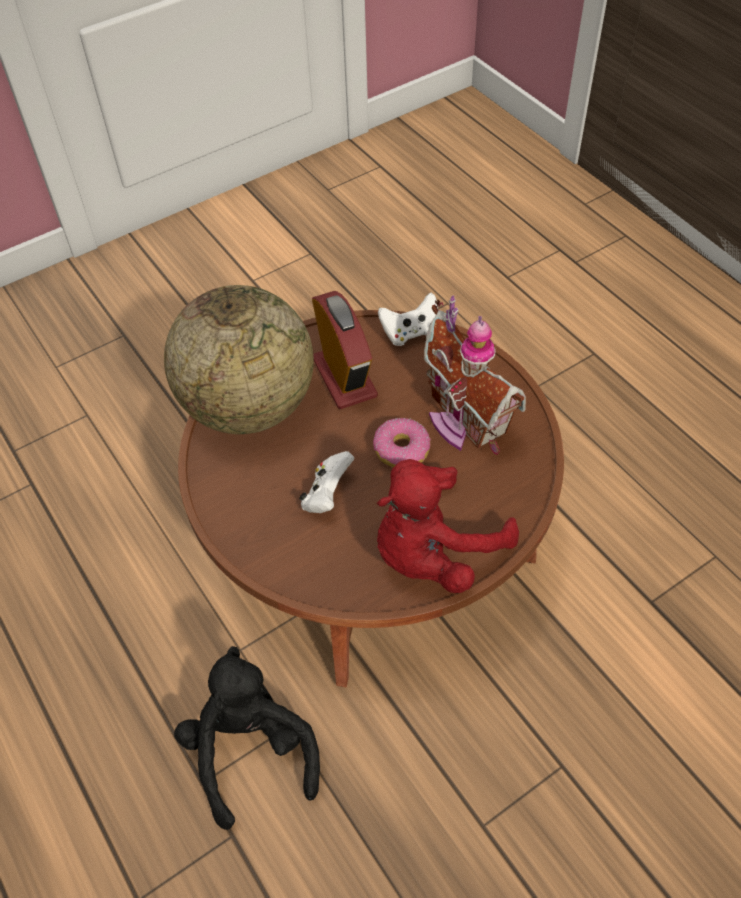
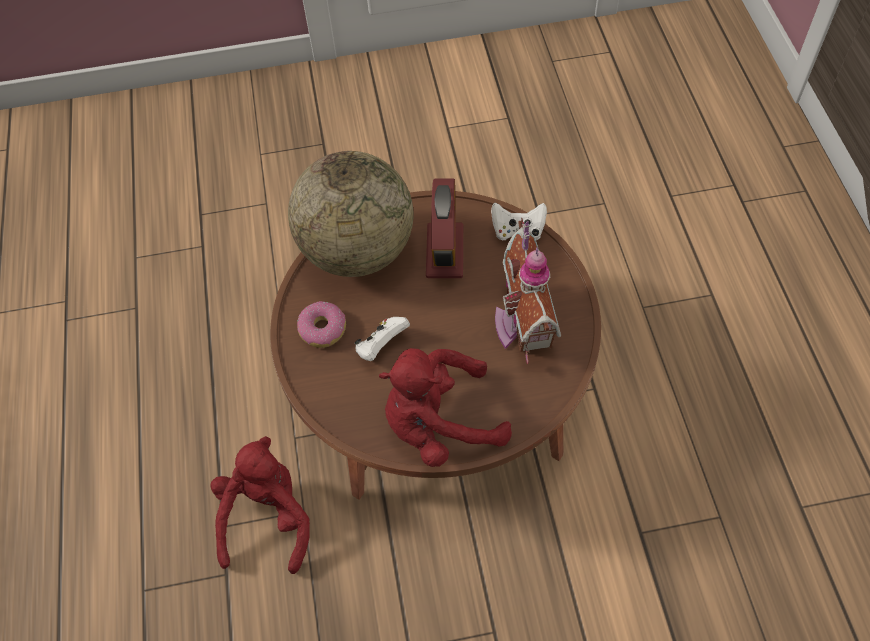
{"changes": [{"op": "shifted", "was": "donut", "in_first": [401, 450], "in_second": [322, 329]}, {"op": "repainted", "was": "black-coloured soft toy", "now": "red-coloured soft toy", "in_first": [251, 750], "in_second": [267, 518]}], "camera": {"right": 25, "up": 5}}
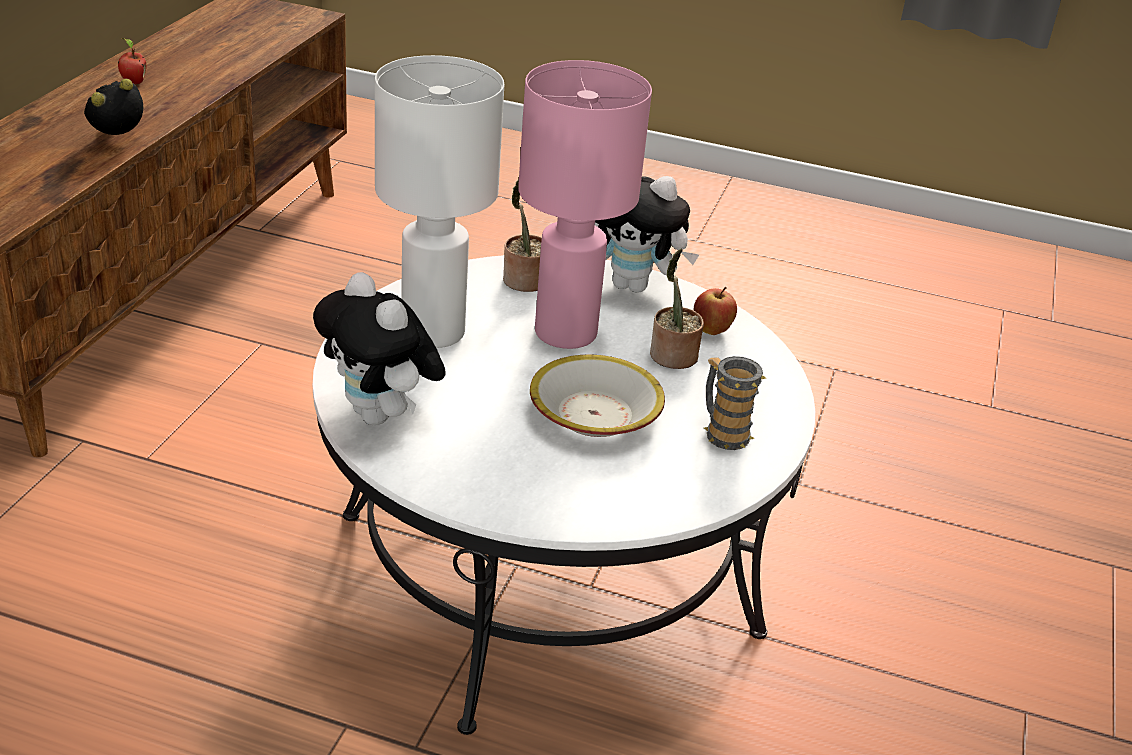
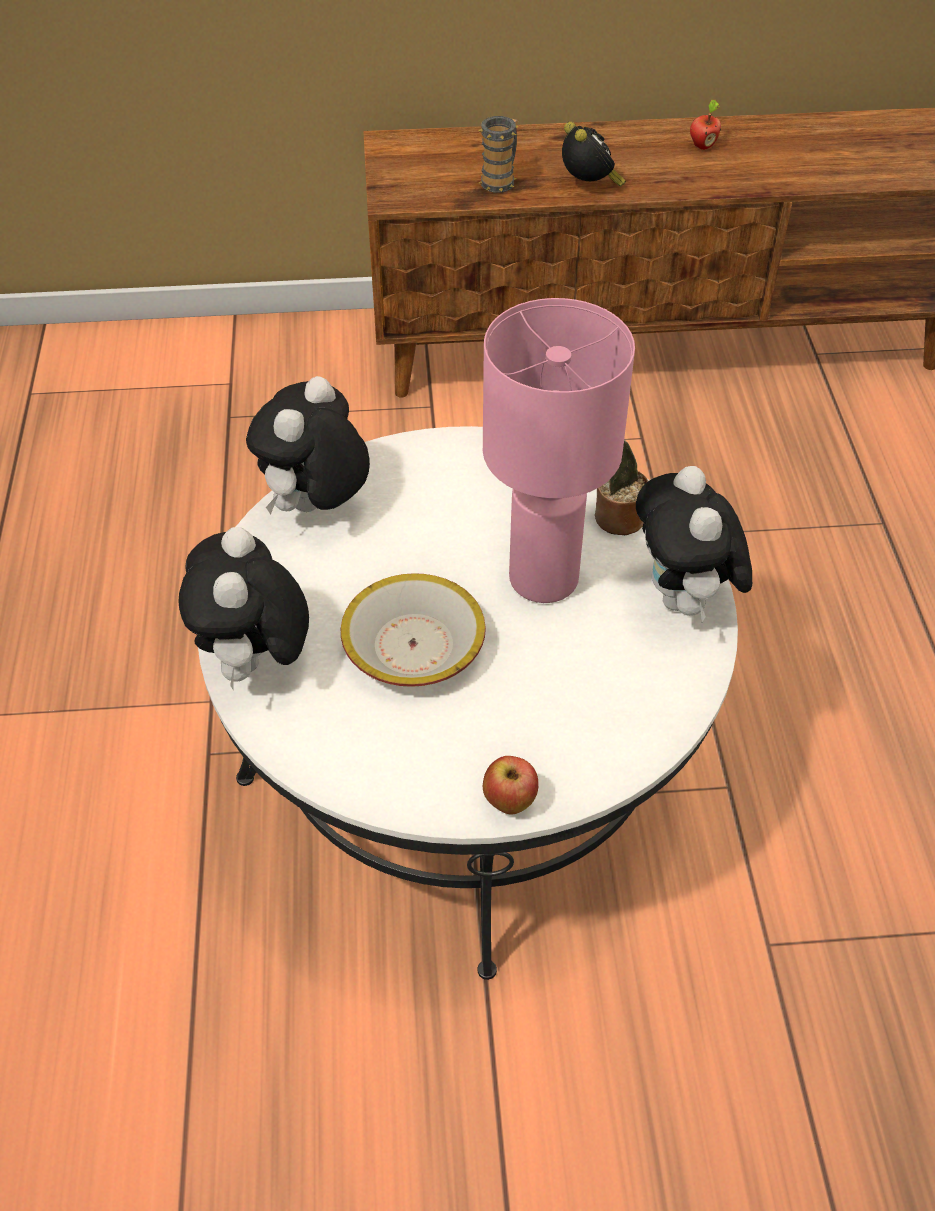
{"changes": [{"op": "gone", "was": "white table lamp", "in_first": [432, 333]}, {"op": "gone", "was": "plant in a pot", "in_first": [672, 357]}, {"op": "new", "now": "soft toy", "in_second": [255, 664]}, {"op": "shifted", "was": "apple", "in_first": [712, 331], "in_second": [510, 802]}, {"op": "shifted", "was": "tea mug", "in_first": [722, 432], "in_second": [501, 180]}, {"op": "rotated", "was": "bedside clock", "in_first": [119, 140], "in_second": [589, 186], "clockwise": 45}], "camera": {"right": 70, "up": 15}}
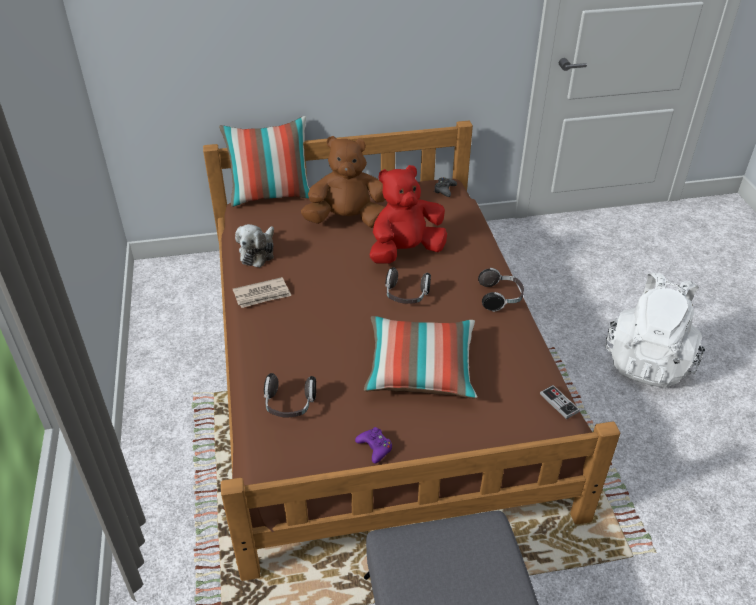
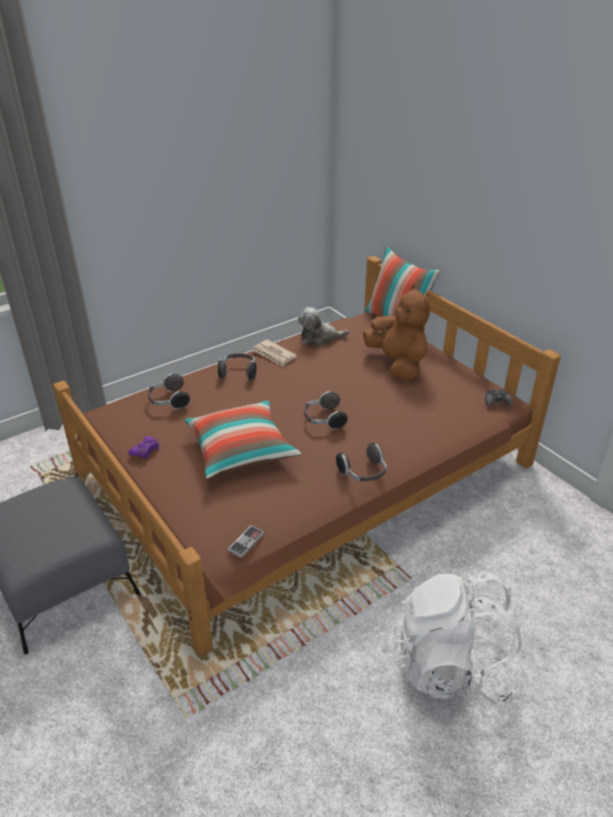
{"changes": [{"op": "gone", "was": "red-coloured soft toy", "in_first": [405, 251]}, {"op": "new", "now": "headphones", "in_second": [238, 372]}], "camera": {"right": 65, "up": -5}}
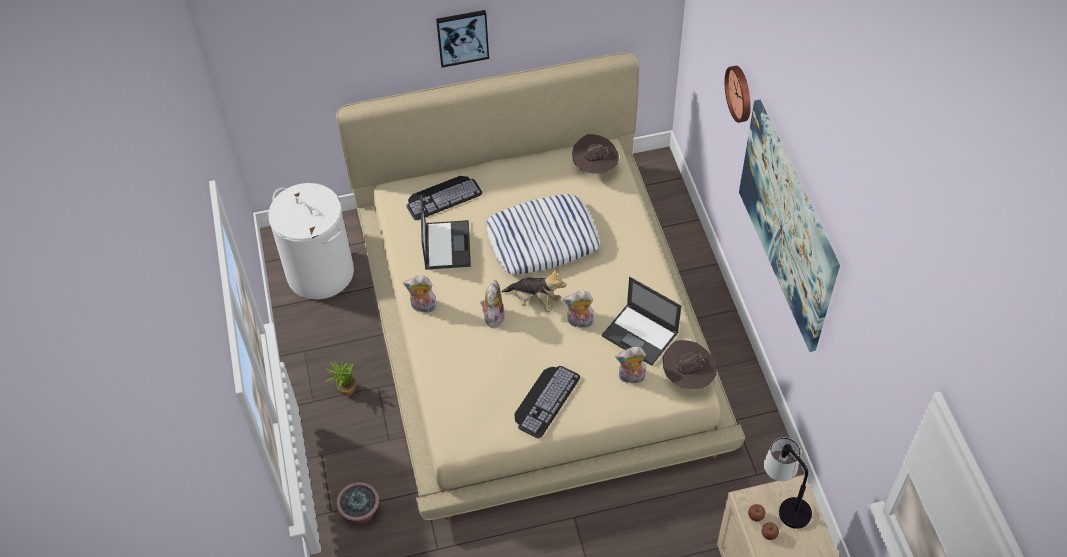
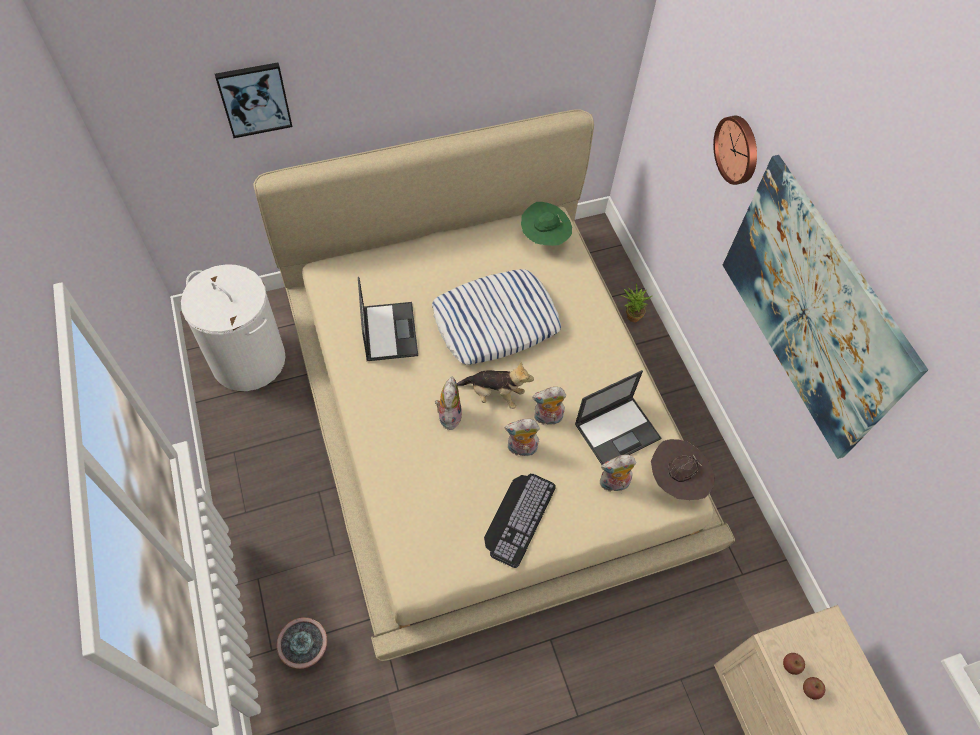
{"changes": [{"op": "gone", "was": "PC keyboard", "in_first": [443, 196]}, {"op": "gone", "was": "table lamp", "in_first": [783, 502]}, {"op": "shifted", "was": "plant in a pot", "in_first": [344, 389], "in_second": [630, 316]}, {"op": "shifted", "was": "soft toy", "in_first": [423, 307], "in_second": [521, 449]}, {"op": "shifted", "was": "picture", "in_first": [462, 37], "in_second": [254, 99]}, {"op": "repainted", "was": "brown hat", "now": "green hat", "in_first": [594, 168], "in_second": [544, 239]}, {"op": "rotated", "was": "portable computer", "in_first": [641, 334], "in_second": [618, 430], "clockwise": -60}], "camera": {"right": -10, "up": 5}}
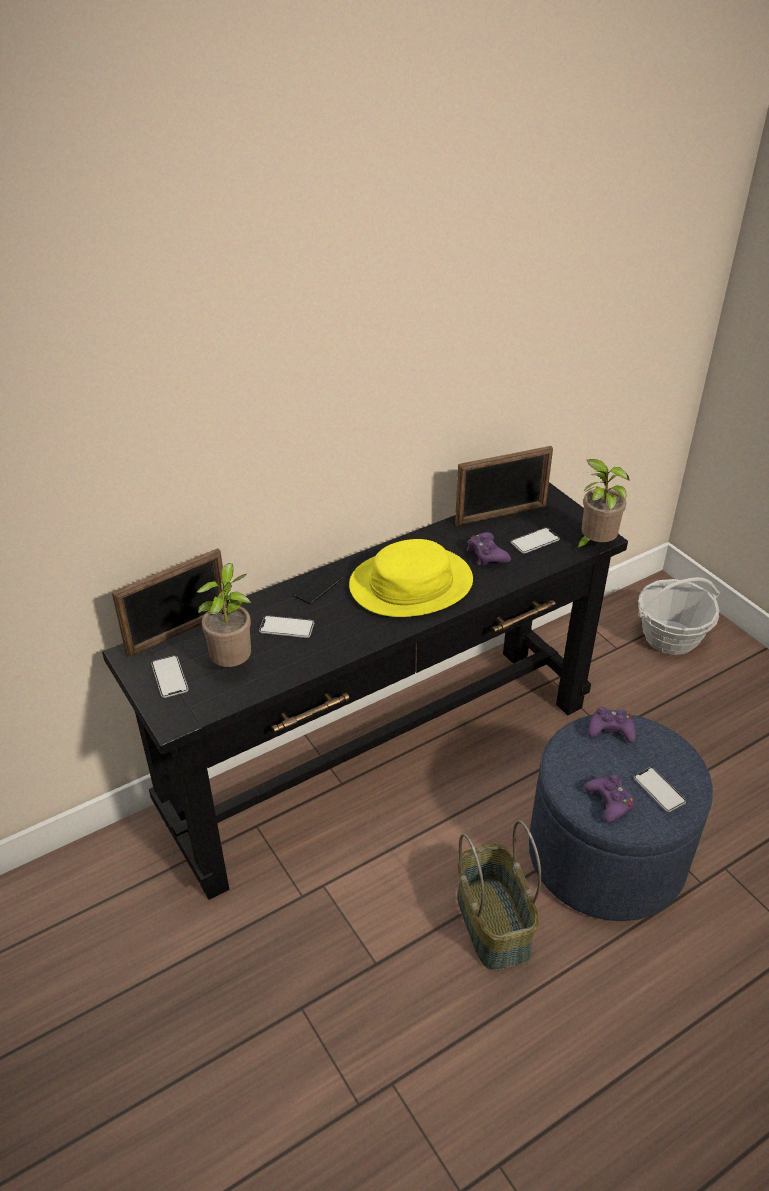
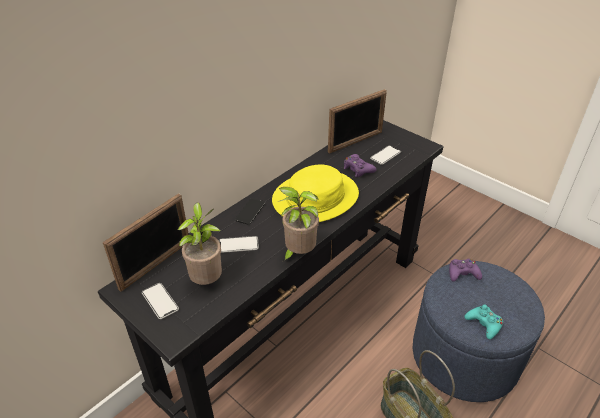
{"changes": [{"op": "gone", "was": "telephone", "in_first": [659, 790]}, {"op": "gone", "was": "household basket", "in_first": [670, 637]}, {"op": "shifted", "was": "plant in a pot", "in_first": [594, 544], "in_second": [298, 253]}, {"op": "repainted", "was": "purplish gamepad", "now": "blue-green gamepad", "in_first": [609, 802], "in_second": [484, 324]}], "camera": {"right": -15, "up": 0}}
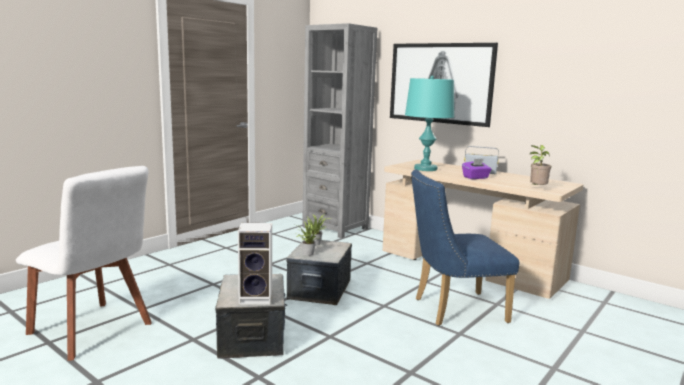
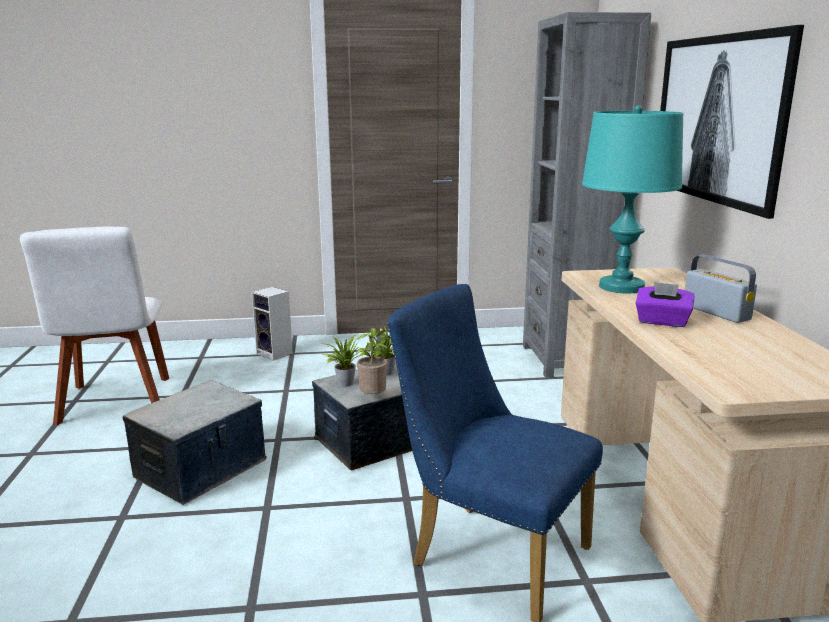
{"changes": [{"op": "shifted", "was": "audio speaker", "in_first": [257, 297], "in_second": [276, 354]}, {"op": "shifted", "was": "plant in a pot", "in_first": [536, 189], "in_second": [373, 398]}], "camera": {"right": 45, "up": 5}}
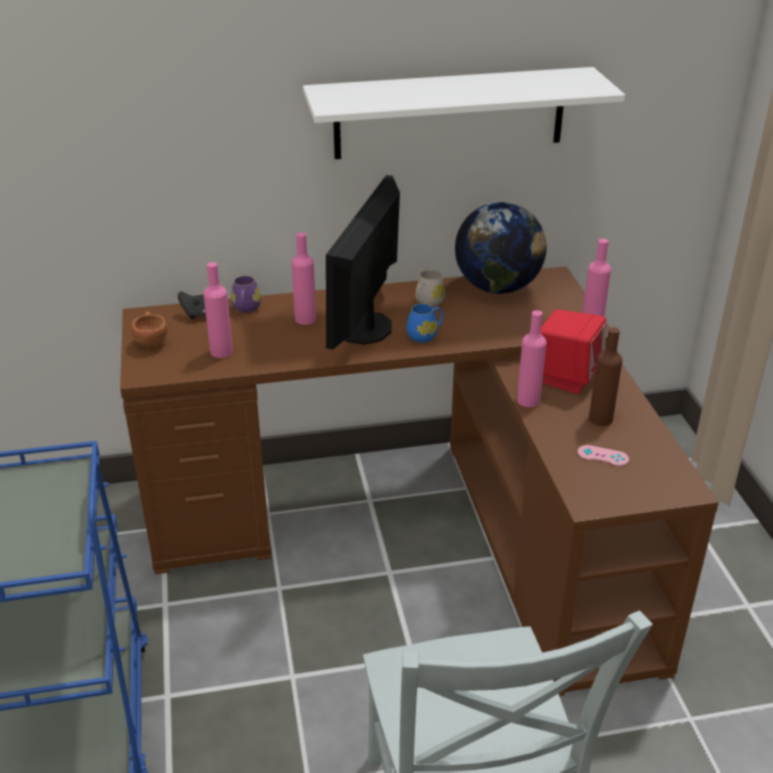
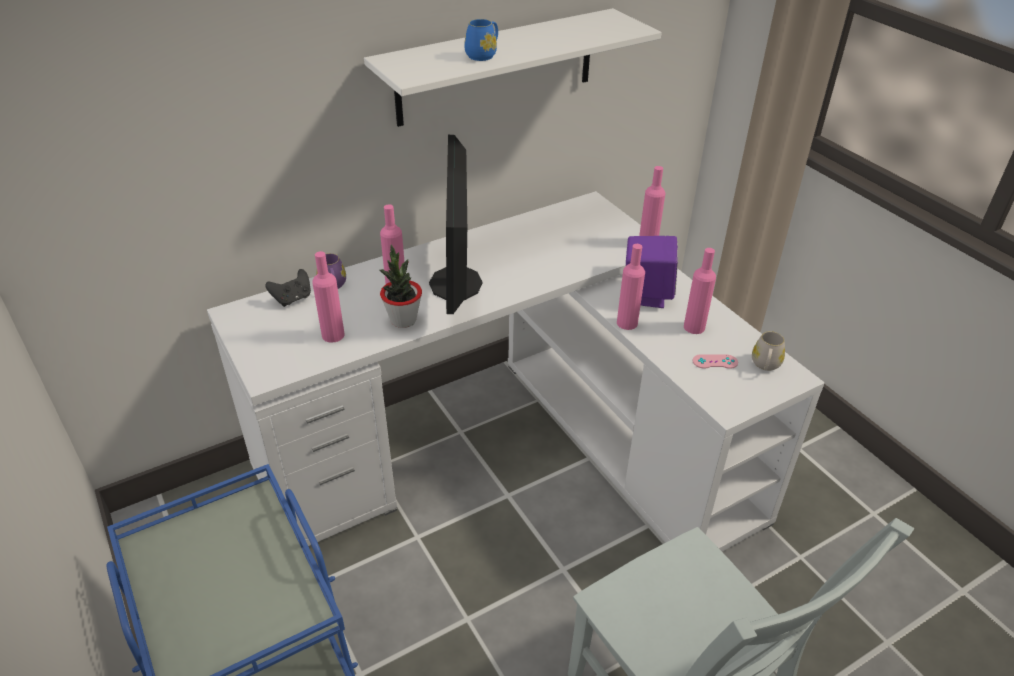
{"changes": [{"op": "gone", "was": "brown small cup", "in_first": [151, 341]}, {"op": "gone", "was": "desk globe", "in_first": [497, 287]}, {"op": "new", "now": "plant in a pot", "in_second": [403, 320]}, {"op": "shifted", "was": "bluish tea mug", "in_first": [425, 335], "in_second": [483, 55]}, {"op": "shifted", "was": "white tea mug", "in_first": [427, 302], "in_second": [765, 365]}, {"op": "repainted", "was": "brown desk table", "now": "white desk table", "in_first": [424, 526], "in_second": [518, 444]}, {"op": "repainted", "was": "red-coloured audio speaker", "now": "purplish audio speaker", "in_first": [567, 377], "in_second": [646, 294]}, {"op": "repainted", "was": "brown bottle", "now": "pinkish bottle", "in_first": [600, 418], "in_second": [694, 327]}], "camera": {"right": -20, "up": 5}}
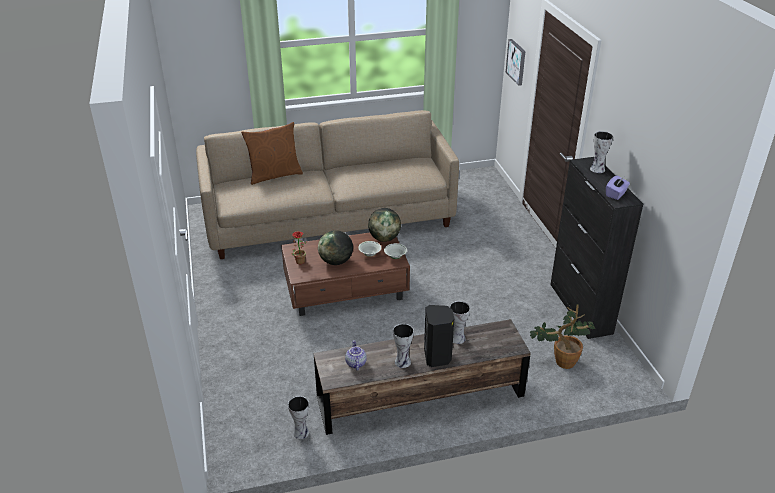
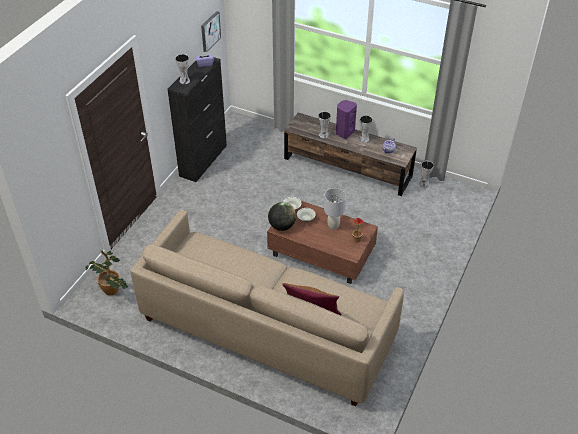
{"changes": [{"op": "shifted", "was": "picture", "in_first": [516, 61], "in_second": [210, 31]}, {"op": "shifted", "was": "plant in a pot", "in_first": [560, 361], "in_second": [112, 292]}, {"op": "swapped", "was": "desk globe", "now": "greyish table lamp", "in_first": [336, 261], "in_second": [333, 226]}, {"op": "repainted", "was": "black-coloured audio speaker", "now": "purplish audio speaker", "in_first": [438, 357], "in_second": [344, 132]}], "camera": {"right": -140, "up": 10}}
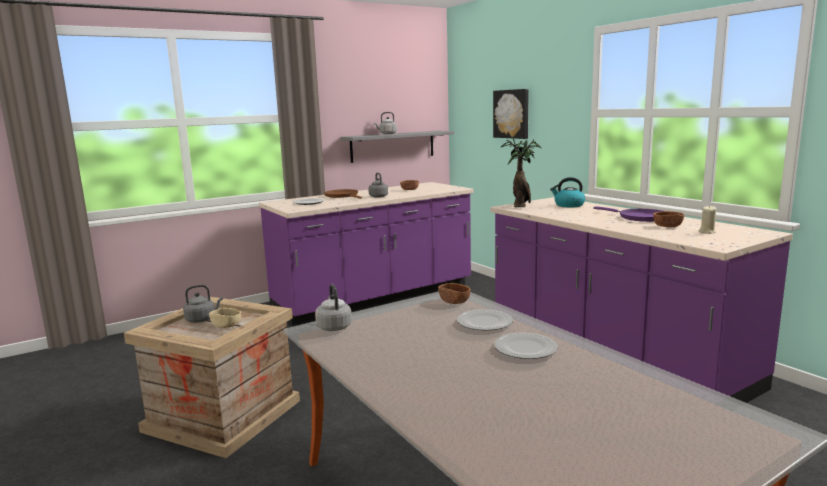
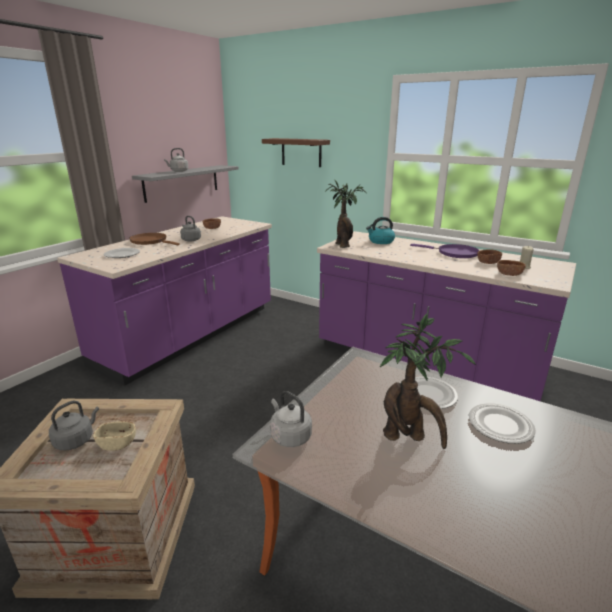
{"changes": [{"op": "new", "now": "plant in a pot", "in_second": [409, 437]}, {"op": "shifted", "was": "brown deep dish", "in_first": [454, 301], "in_second": [509, 274]}, {"op": "swapped", "was": "picture", "now": "brown shelf", "in_first": [512, 114], "in_second": [301, 152]}], "camera": {"right": -25, "up": 10}}
